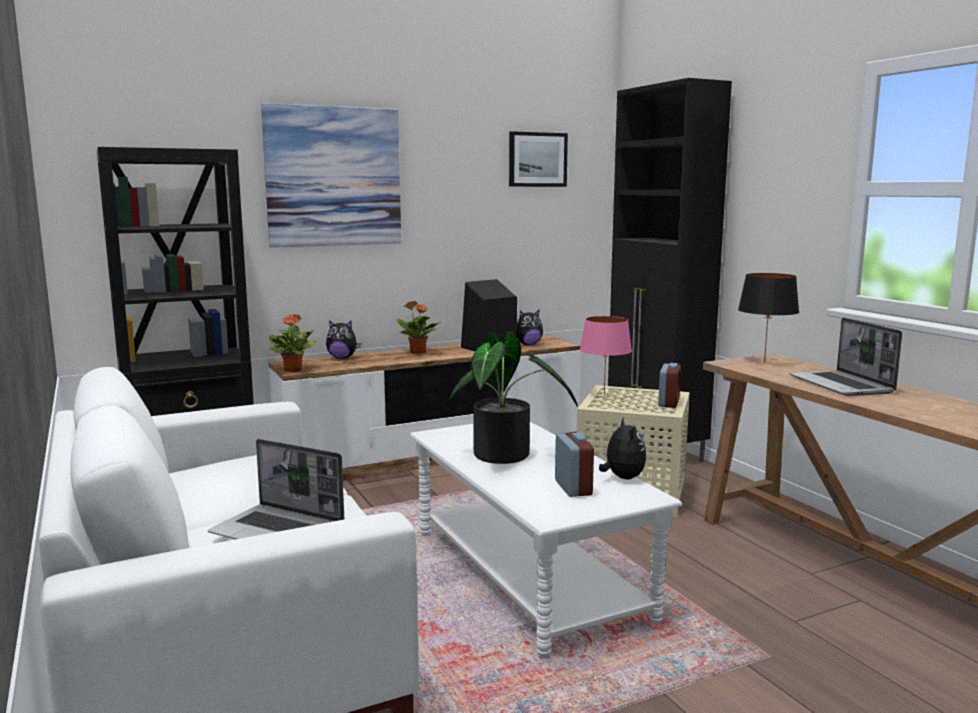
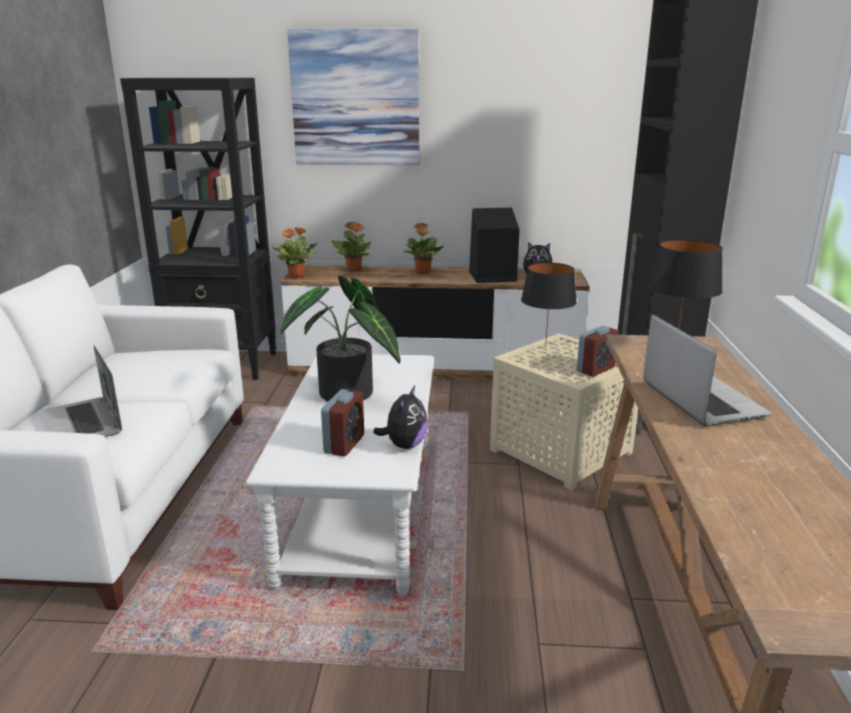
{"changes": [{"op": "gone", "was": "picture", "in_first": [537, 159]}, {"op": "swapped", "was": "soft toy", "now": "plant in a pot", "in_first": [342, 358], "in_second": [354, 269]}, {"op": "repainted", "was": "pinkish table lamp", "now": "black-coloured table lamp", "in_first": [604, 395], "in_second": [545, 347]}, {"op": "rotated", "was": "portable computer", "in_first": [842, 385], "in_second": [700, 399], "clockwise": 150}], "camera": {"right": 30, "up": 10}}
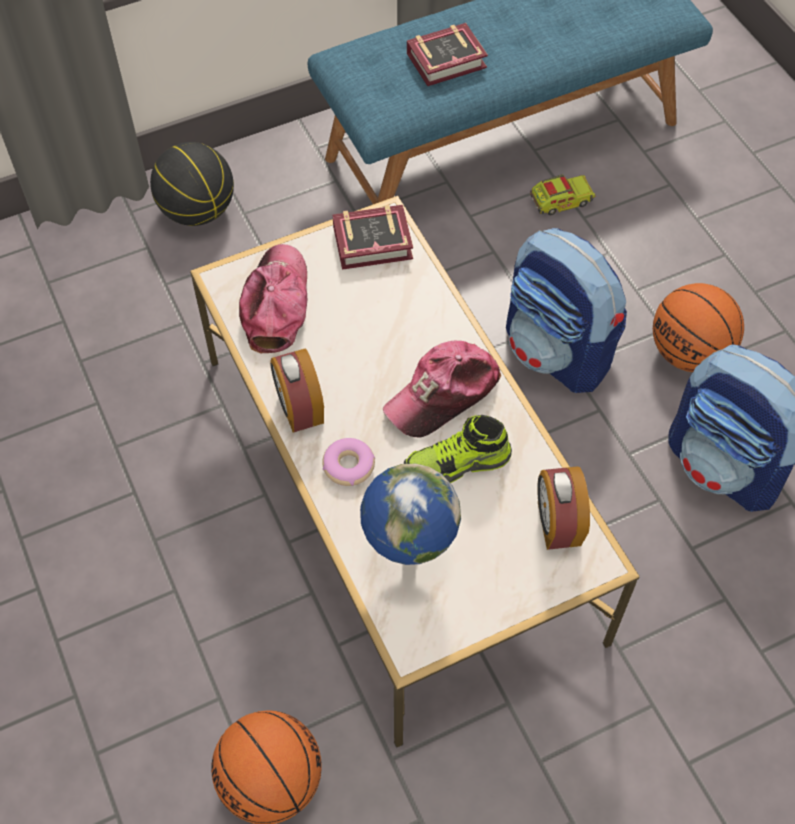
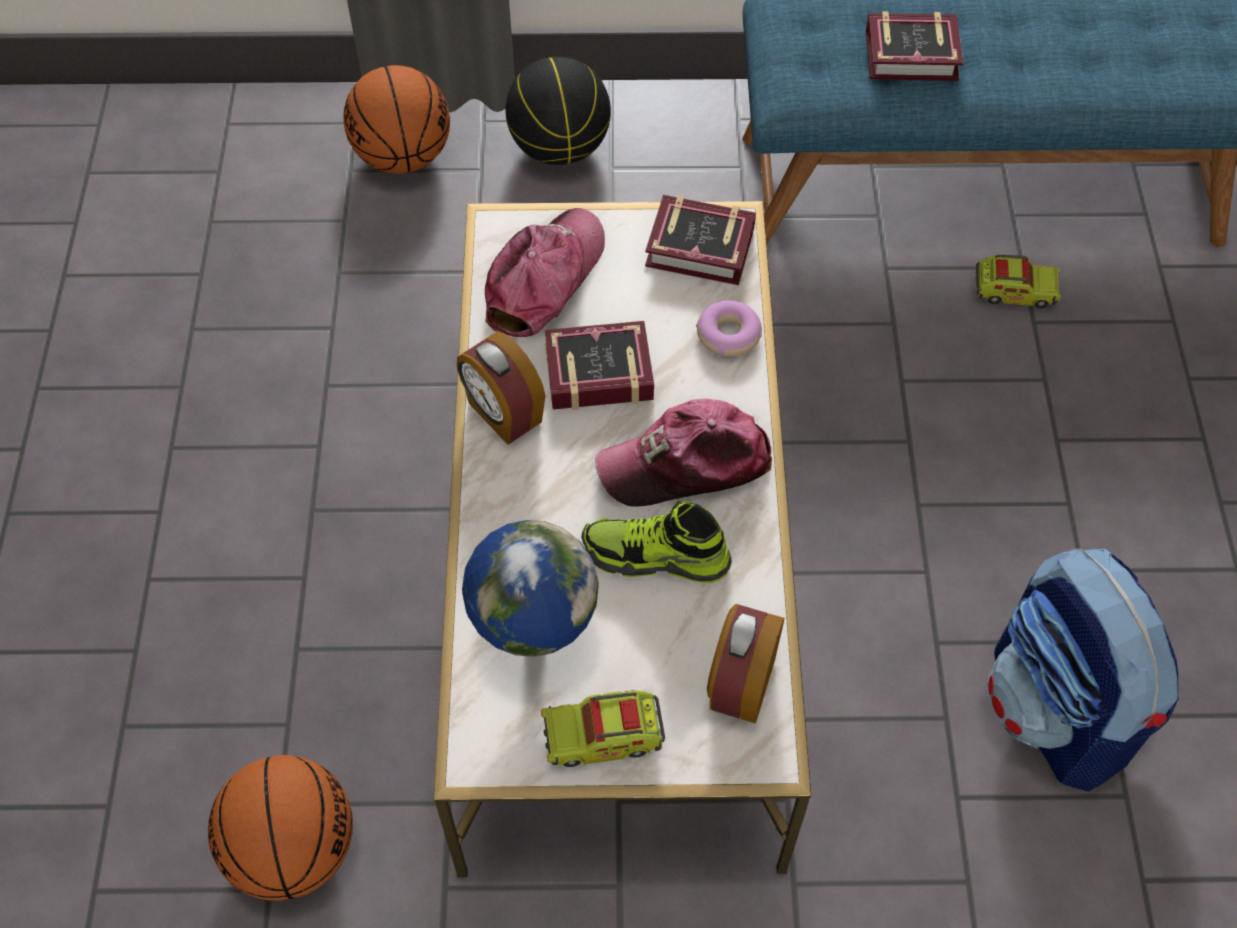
{"changes": [{"op": "gone", "was": "knapsack", "in_first": [558, 352]}, {"op": "new", "now": "toy lorry", "in_second": [603, 736]}, {"op": "new", "now": "volume", "in_second": [593, 371]}, {"op": "shifted", "was": "donut", "in_first": [348, 466], "in_second": [728, 334]}, {"op": "shifted", "was": "basketball ball", "in_first": [689, 353], "in_second": [403, 156]}, {"op": "rotated", "was": "bedside clock", "in_first": [299, 408], "in_second": [503, 413], "clockwise": -45}], "camera": {"right": 25, "up": 0}}
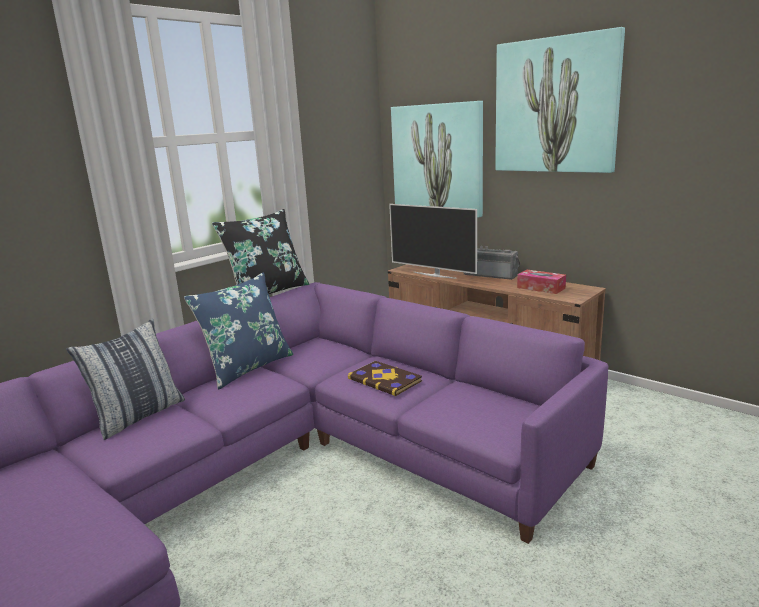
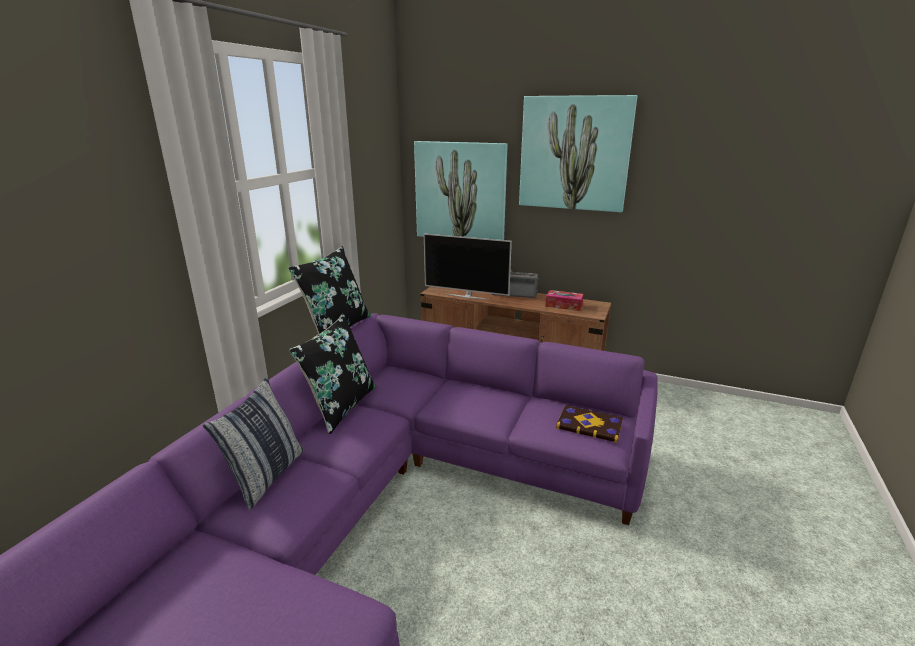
{"changes": [{"op": "shifted", "was": "volume", "in_first": [385, 380], "in_second": [589, 425]}, {"op": "repainted", "was": "bluish pillow", "now": "black-coloured pillow", "in_first": [247, 367], "in_second": [340, 406]}], "camera": {"right": -20, "up": 5}}
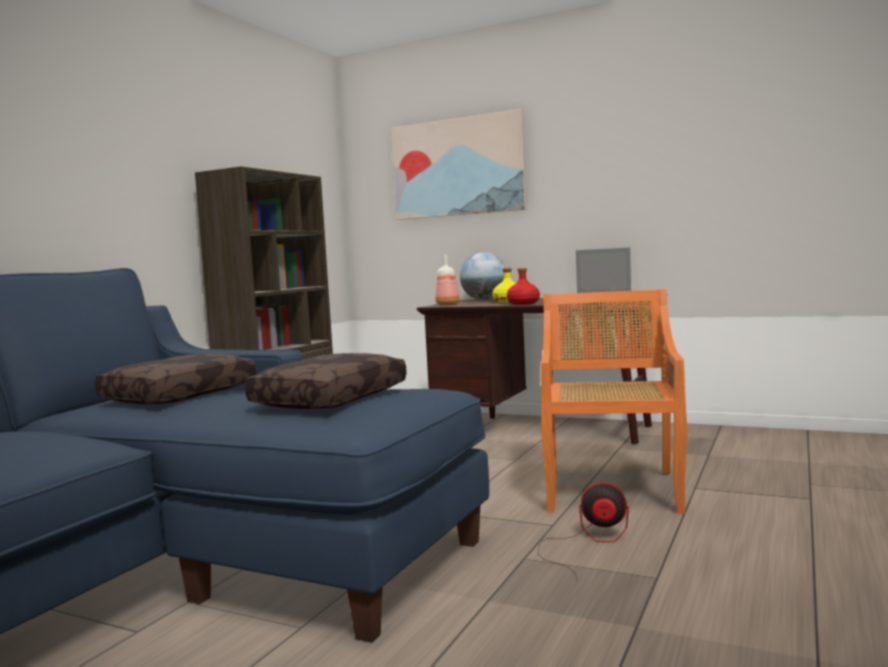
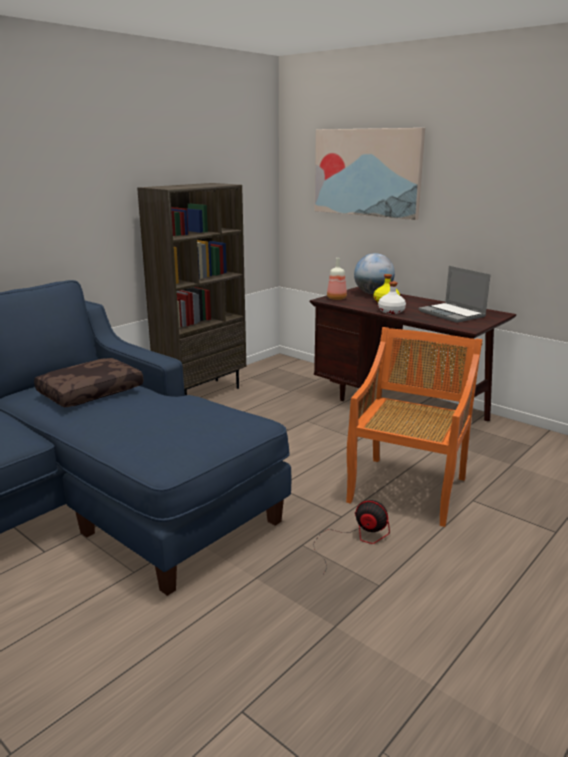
{"changes": [{"op": "gone", "was": "brown pillow", "in_first": [330, 398]}, {"op": "repainted", "was": "red-coloured bottle", "now": "white bottle", "in_first": [523, 303], "in_second": [391, 311]}], "camera": {"right": 15, "up": 15}}
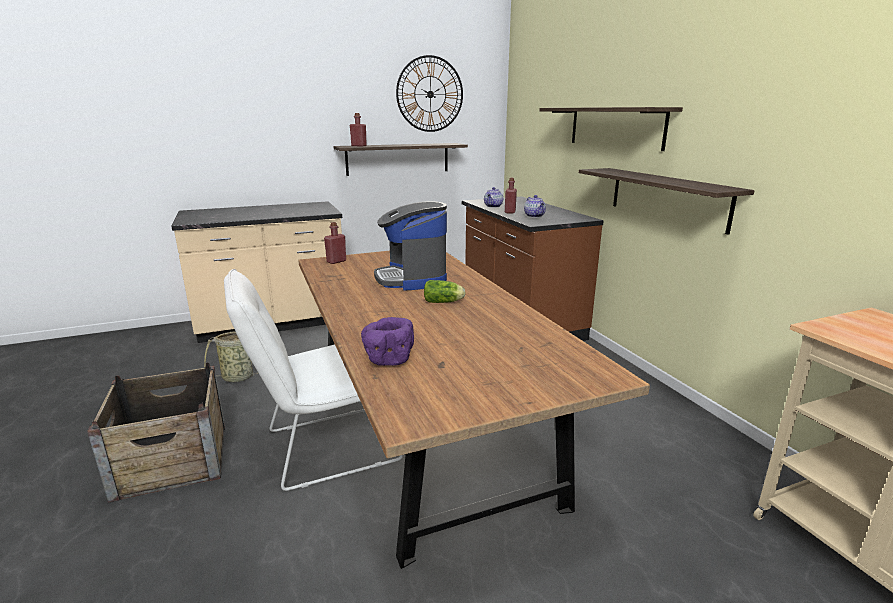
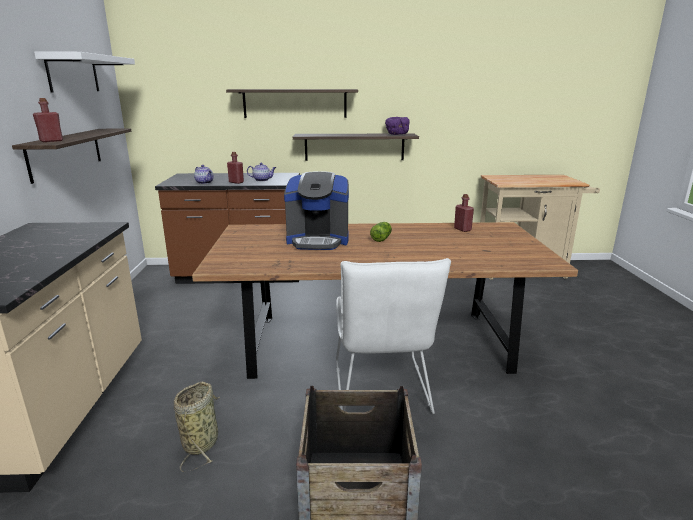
{"changes": [{"op": "shifted", "was": "red-coloured bottle", "in_first": [336, 261], "in_second": [462, 229]}, {"op": "shifted", "was": "purplish deep dish", "in_first": [387, 359], "in_second": [397, 134]}, {"op": "swapped", "was": "hanging clock", "now": "white shelf", "in_first": [430, 94], "in_second": [73, 73]}], "camera": {"right": -70, "up": 0}}
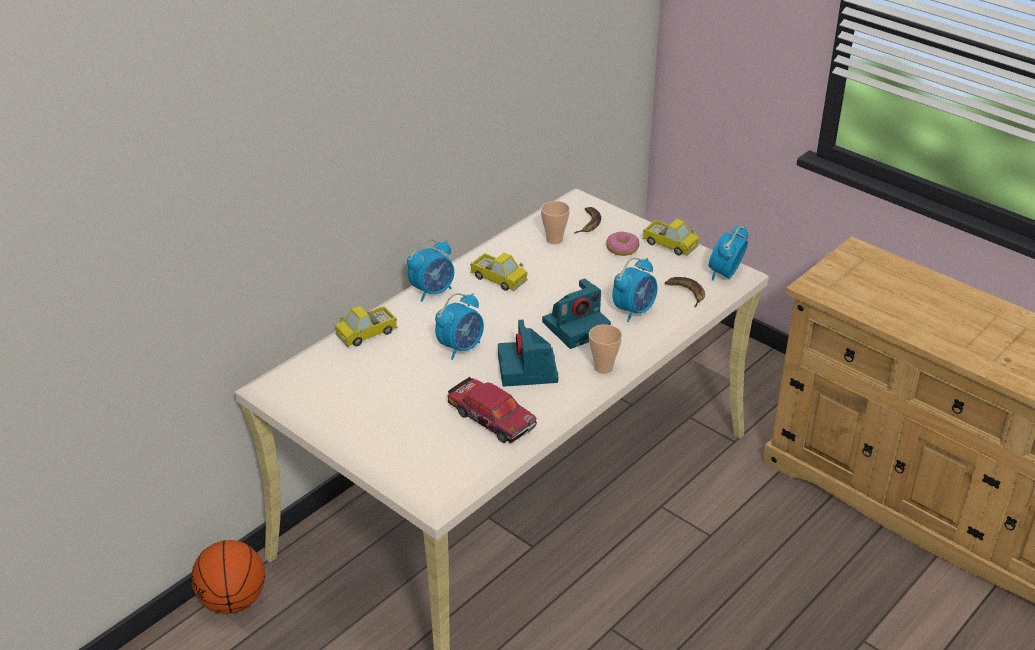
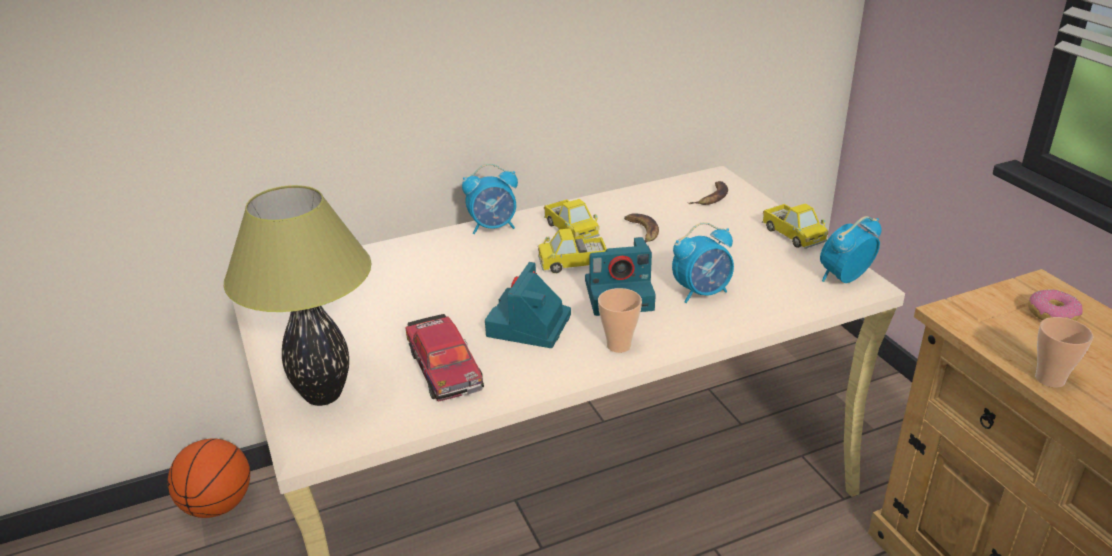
{"changes": [{"op": "gone", "was": "bedside clock", "in_first": [461, 347]}, {"op": "new", "now": "table lamp", "in_second": [324, 395]}, {"op": "shifted", "was": "toy lorry", "in_first": [366, 334], "in_second": [573, 264]}, {"op": "shifted", "was": "small cup", "in_first": [554, 239], "in_second": [1049, 379]}, {"op": "shifted", "was": "donut", "in_first": [622, 249], "in_second": [1052, 314]}, {"op": "shifted", "was": "banana fruit", "in_first": [685, 292], "in_second": [641, 232]}], "camera": {"right": 25, "up": -5}}
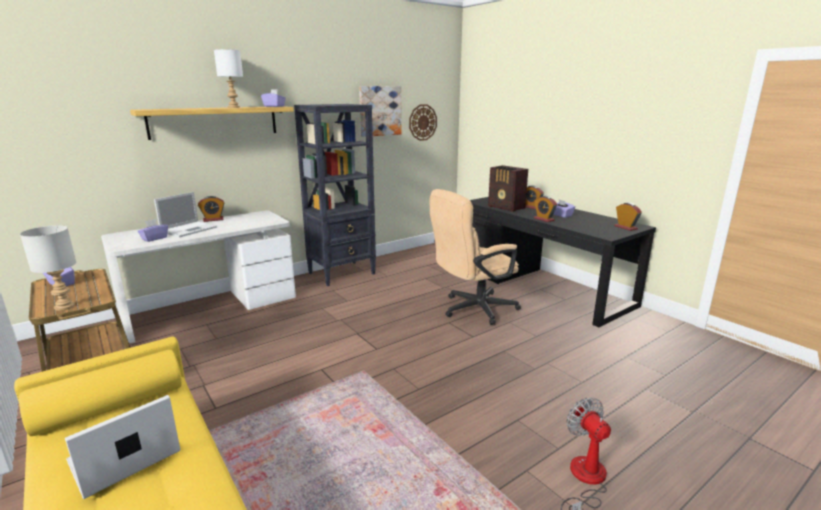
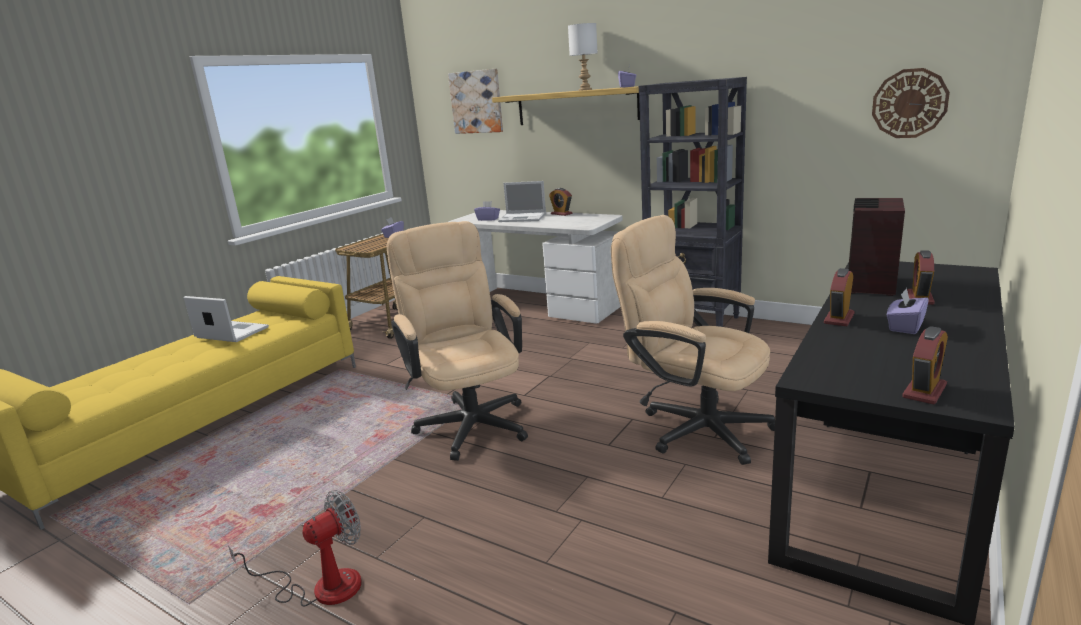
{"changes": [{"op": "gone", "was": "greyish table lamp", "in_first": [64, 307]}, {"op": "new", "now": "beige-coloured desk chair", "in_second": [469, 420]}, {"op": "shifted", "was": "picture", "in_first": [380, 111], "in_second": [476, 102]}], "camera": {"right": 70, "up": 0}}
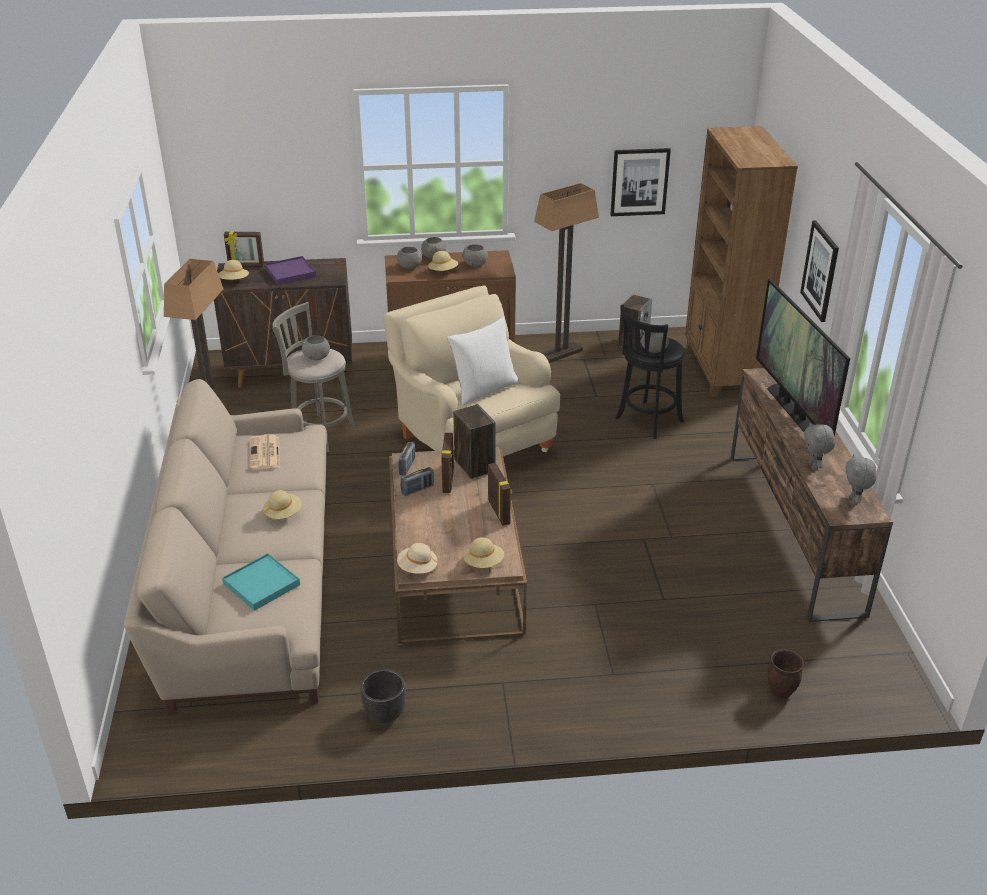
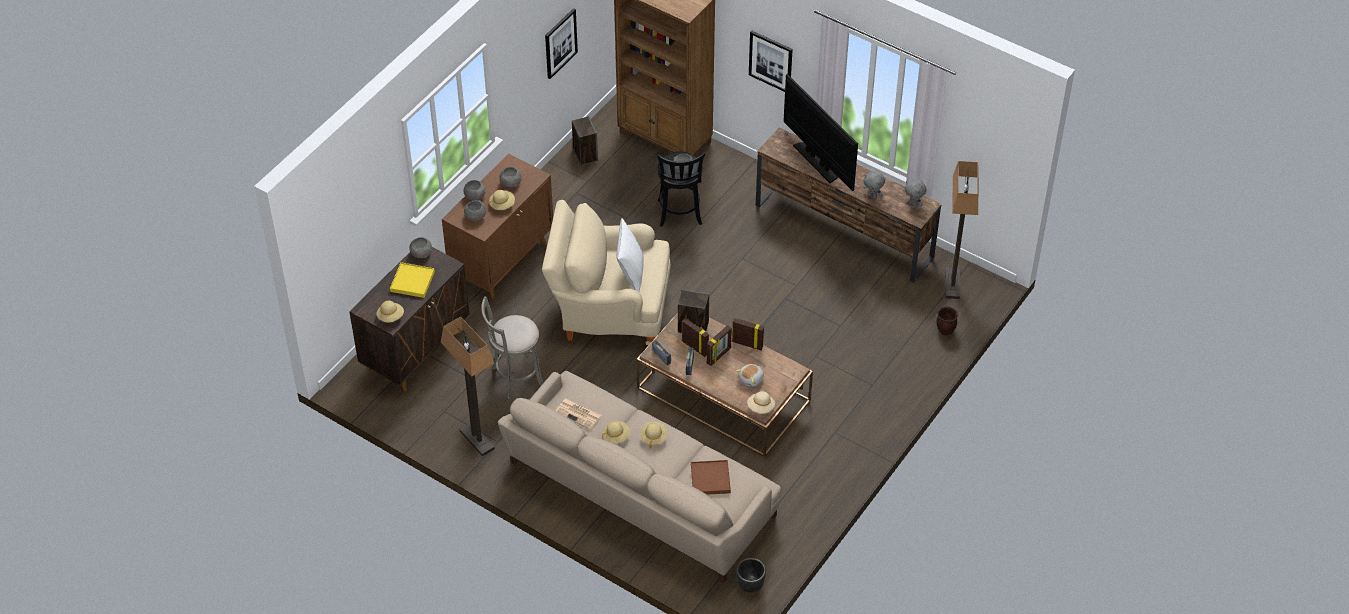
{"changes": [{"op": "new", "now": "soft toy", "in_second": [751, 379]}, {"op": "shifted", "was": "standing frame", "in_first": [246, 266], "in_second": [719, 356]}, {"op": "shifted", "was": "greyish deep dish", "in_first": [317, 357], "in_second": [421, 253]}, {"op": "shifted", "was": "black-coloured plant pot", "in_first": [384, 713], "in_second": [750, 584]}, {"op": "shifted", "was": "beige-coloured hat", "in_first": [484, 563], "in_second": [616, 436]}, {"op": "shifted", "was": "standard lamp", "in_first": [561, 354], "in_second": [952, 284]}, {"op": "repainted", "was": "blue-green carrying tray", "now": "brown carrying tray", "in_first": [261, 584], "in_second": [710, 479]}, {"op": "repainted", "was": "purplish carrying tray", "now": "yellow carrying tray", "in_first": [290, 273], "in_second": [412, 281]}, {"op": "rotated", "was": "television", "in_first": [792, 408], "in_second": [816, 162], "clockwise": -150}], "camera": {"right": -50, "up": 15}}
